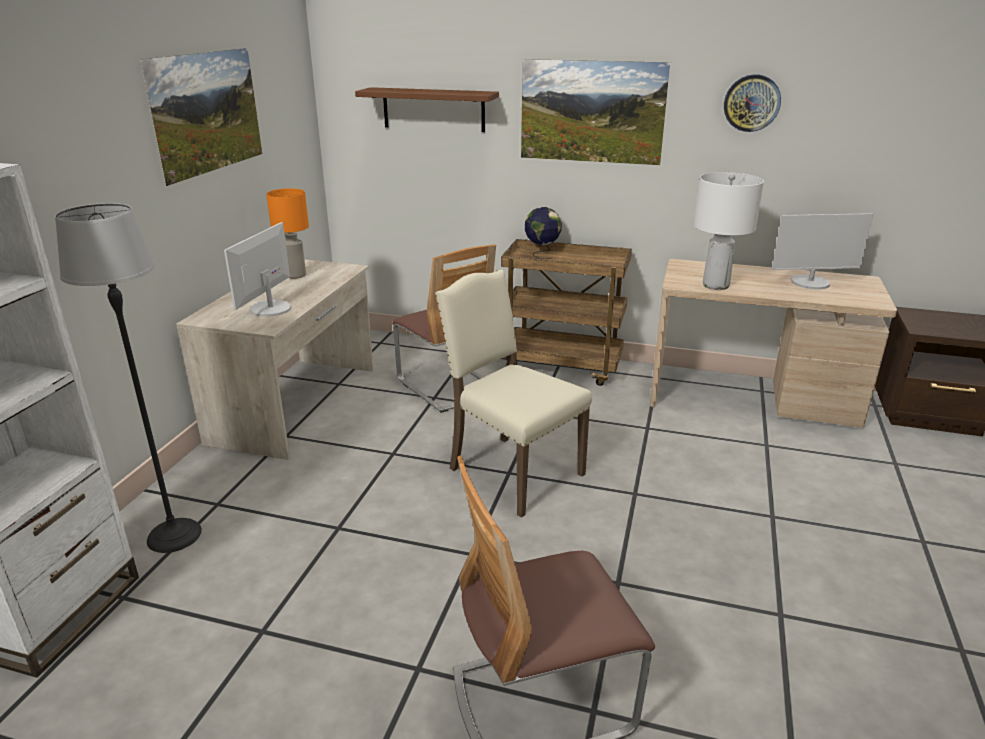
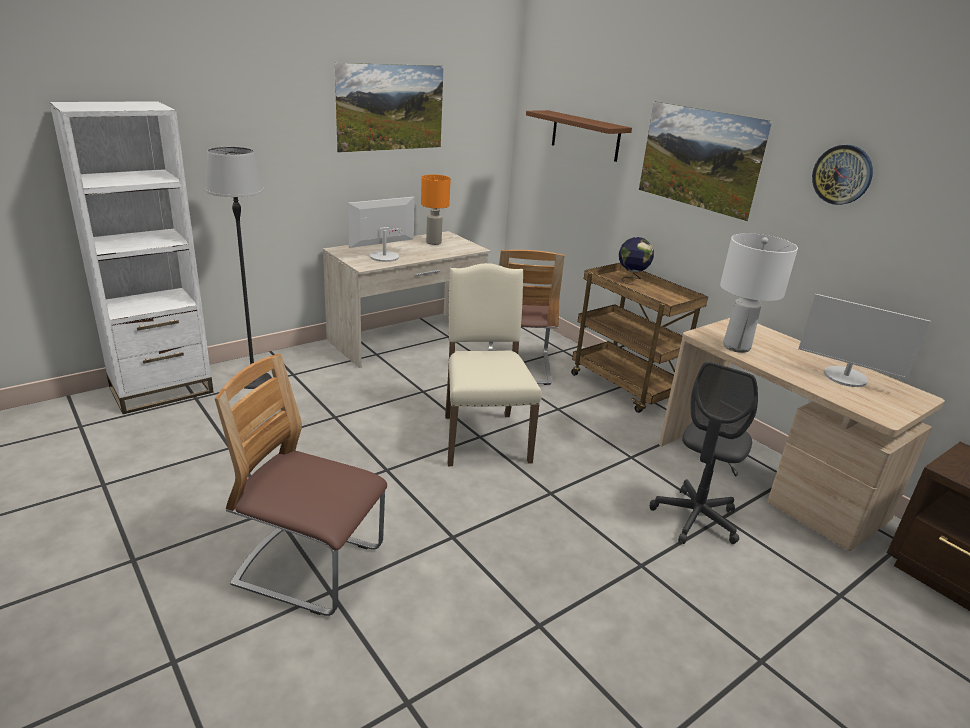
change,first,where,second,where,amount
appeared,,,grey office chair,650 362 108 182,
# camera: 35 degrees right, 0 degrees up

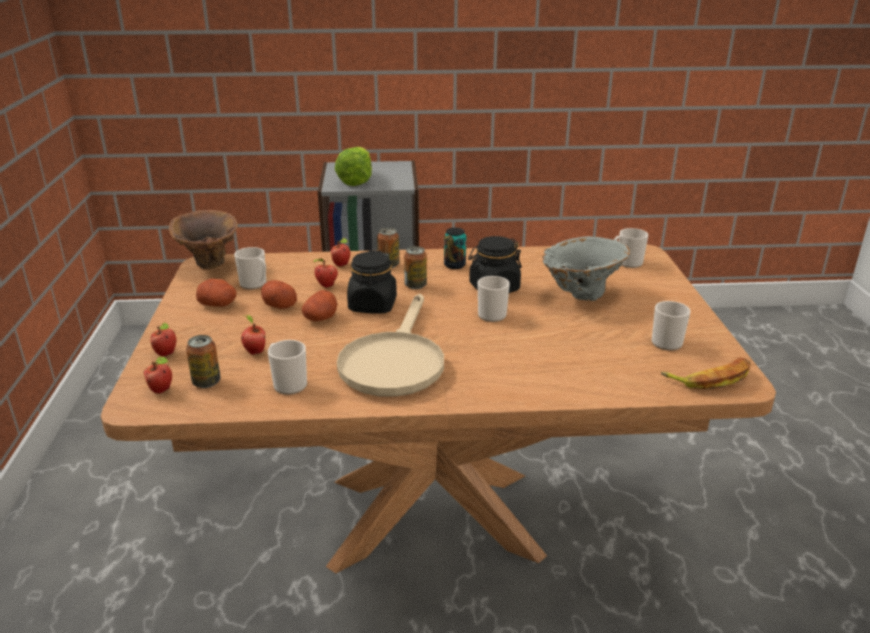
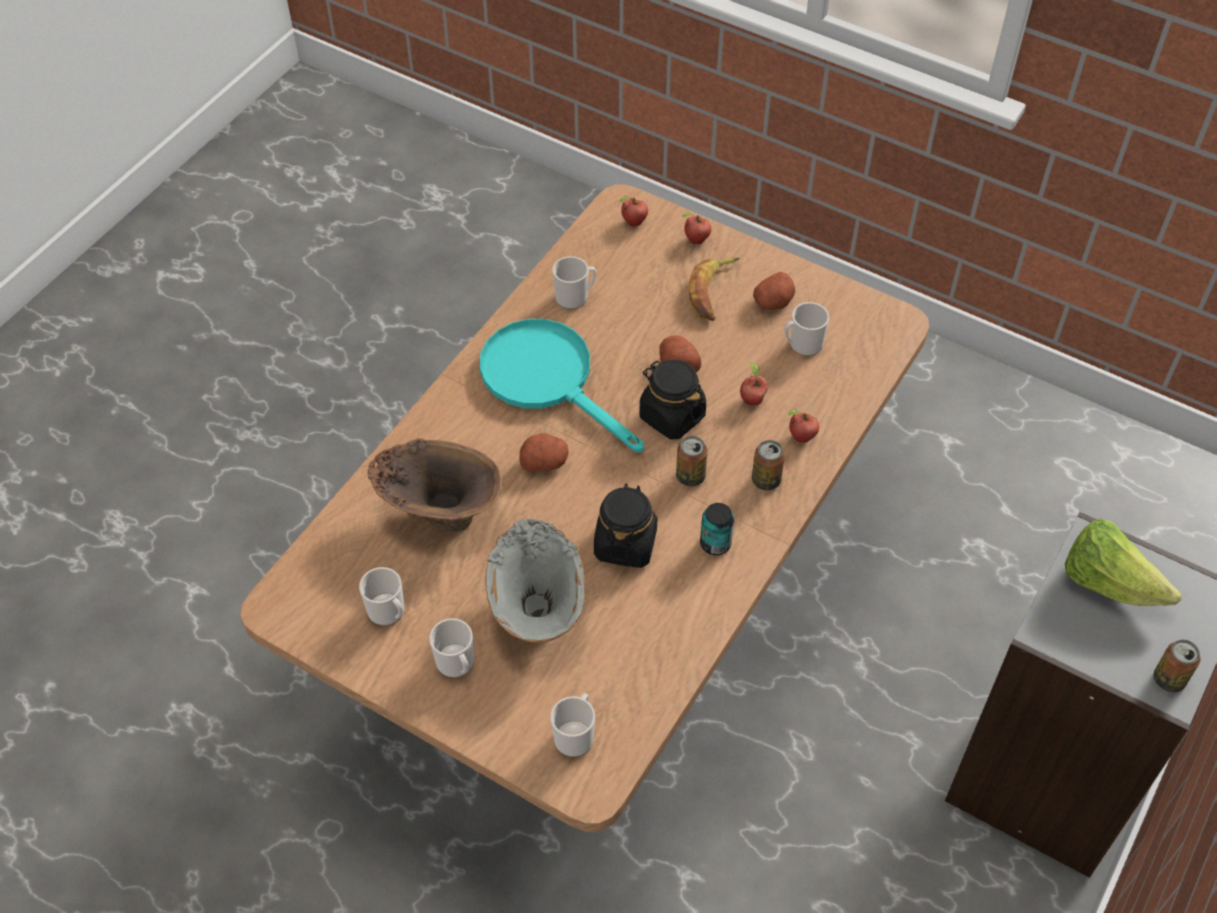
change,first,where,second,where,amount
relocated,brown vase,169 210 69 59,,368 438 134 94,
relocated,mug,477 276 33 46,,429 618 45 60,
colour,beige frying pan,337 294 107 103,turquoise frying pan,479 319 165 133,
relocated,potato,261 280 36 29,,519 433 49 38,
relocated,banana,661 357 90 32,,689 257 51 64,
relocated,can,186 335 35 53,,1154 640 47 52,
missing,apple,241 315 24 40,,,
# camera: 125 degrees right, 25 degrees up

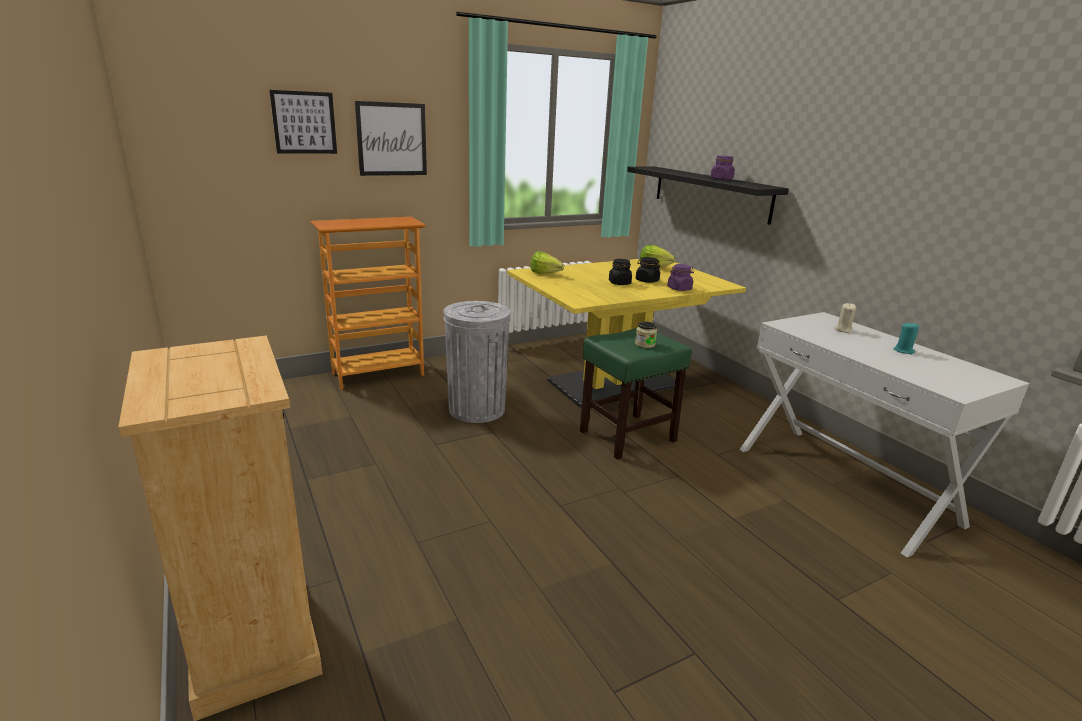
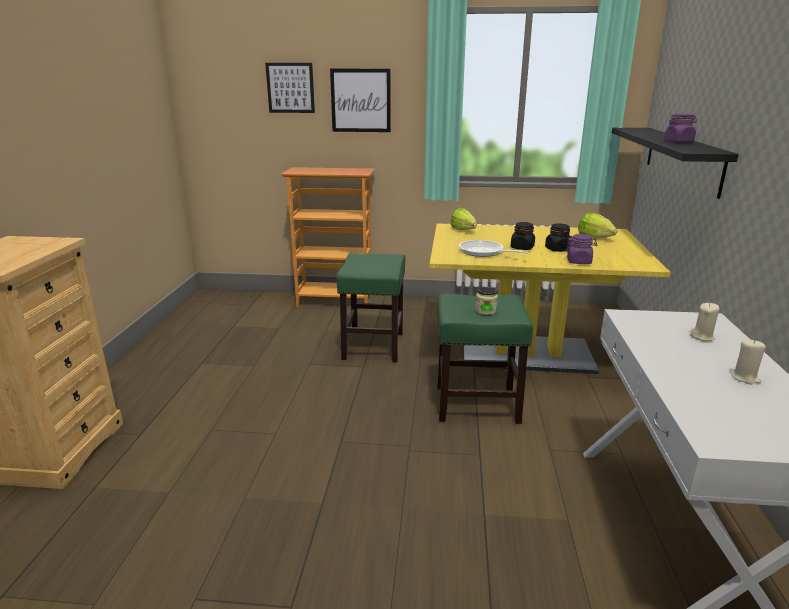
change,first,where,second,where,amount
exchanged,grey trash can,443 301 68 122,green stool,336 253 70 110,
appeared,,,frying pan,459 240 69 17,
colour,turquoise candle,893 323 26 31,beige candle,730 339 36 45,
# camera: 35 degrees right, 0 degrees up

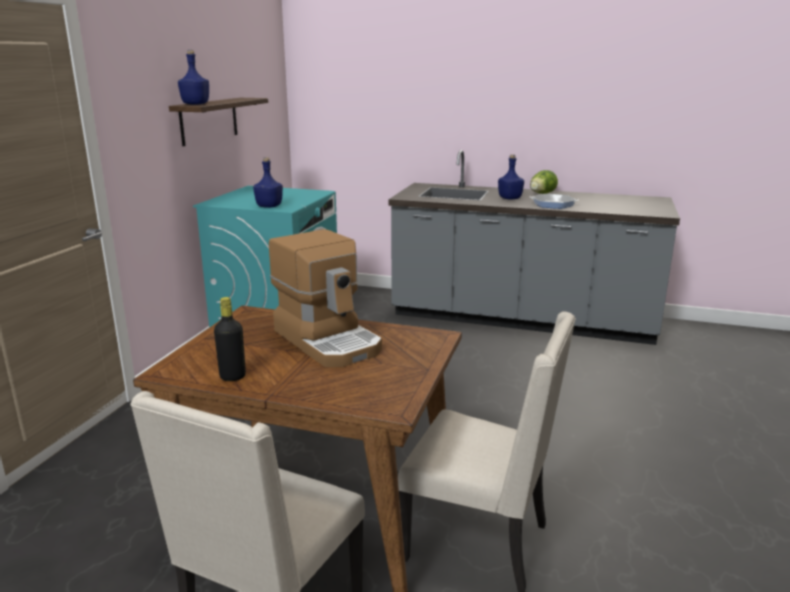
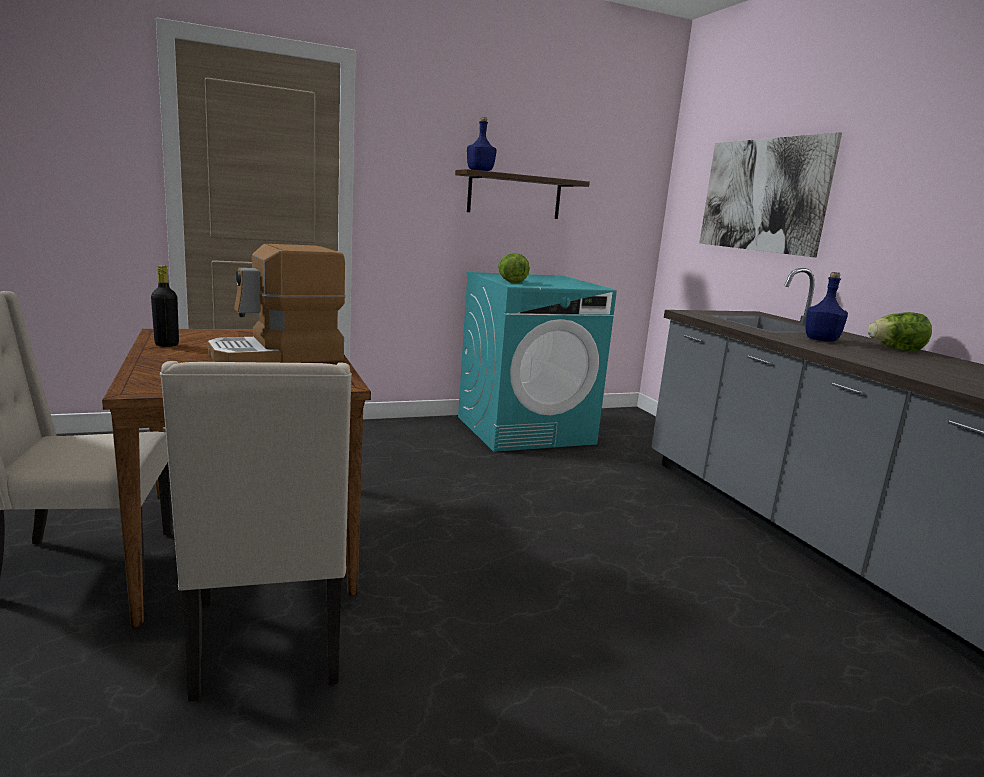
change,first,where,second,where,amount
spun,coffee machine,269 229 113 138,,207 244 139 119,45 degrees clockwise
exchanged,blue bottle,253 157 30 51,lettuce,498 253 32 30,
appeared,,,picture,699 132 143 125,
missing,frying pan,530 194 49 15,,,
# camera: 50 degrees right, 5 degrees down

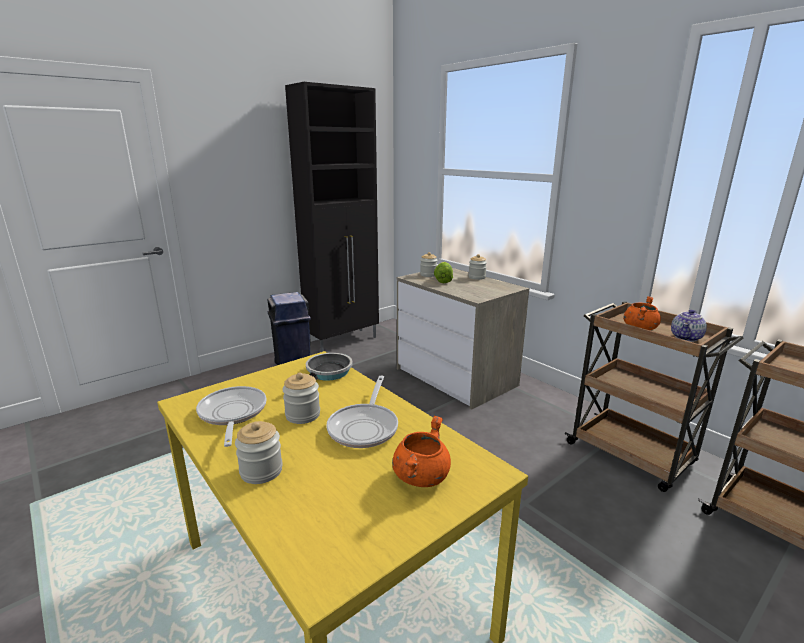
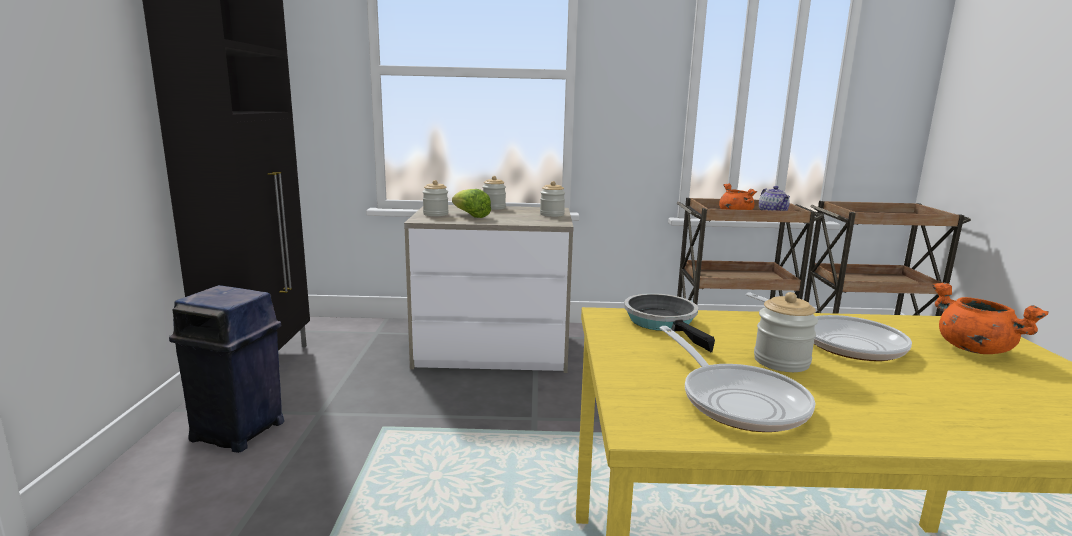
change,first,where,second,where,amount
relocated,jar,235 421 48 63,,540 181 25 36,
spun,frying pan,196 386 71 61,,660 326 155 106,135 degrees counterclockwise
# camera: 50 degrees left, 5 degrees down

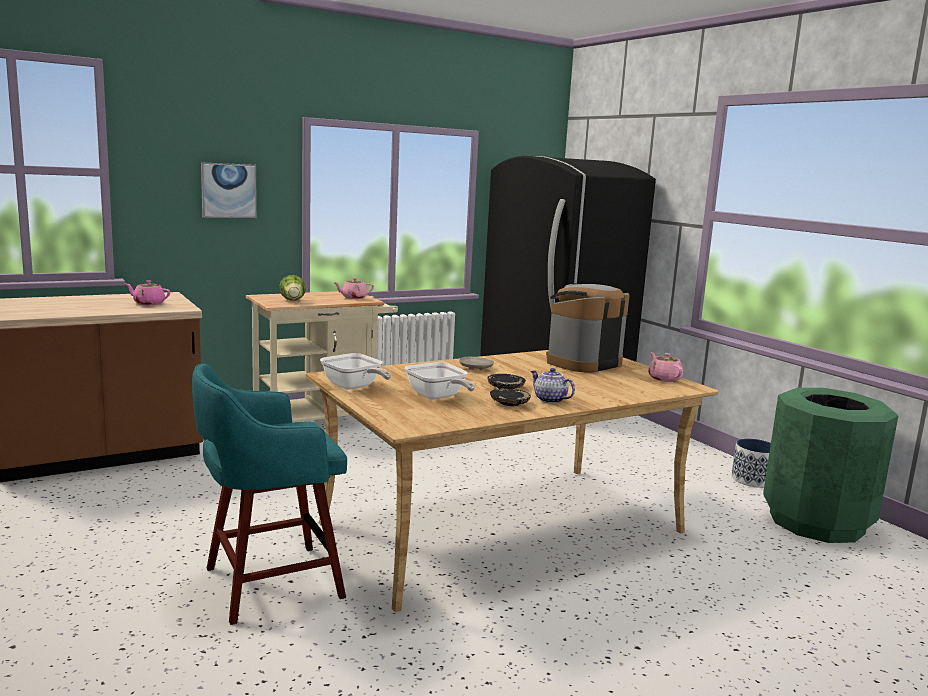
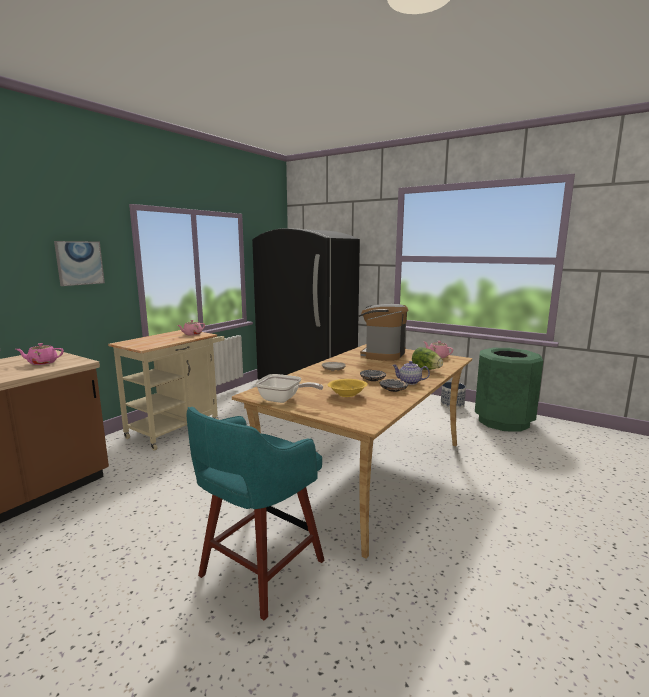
change,first,where,second,where,amount
exchanged,frying pan,405 362 70 38,yellow bowl,328 379 40 18,
relocated,lettuce,279 275 27 26,,412 347 31 23,
# camera: 25 degrees left, 0 degrees up

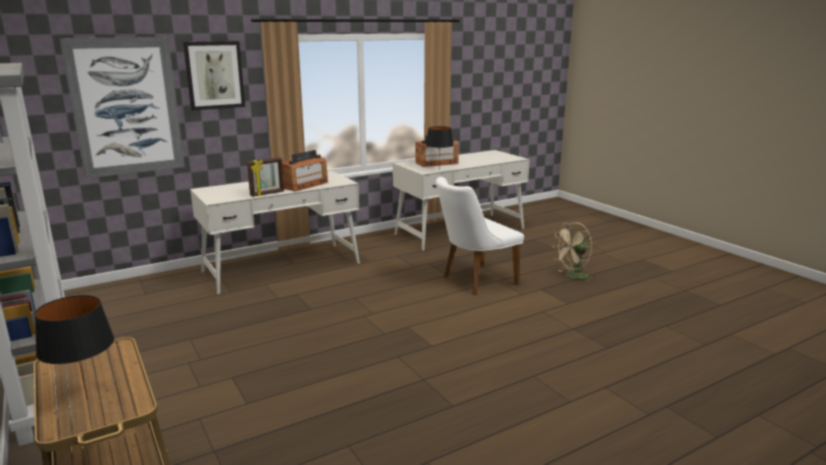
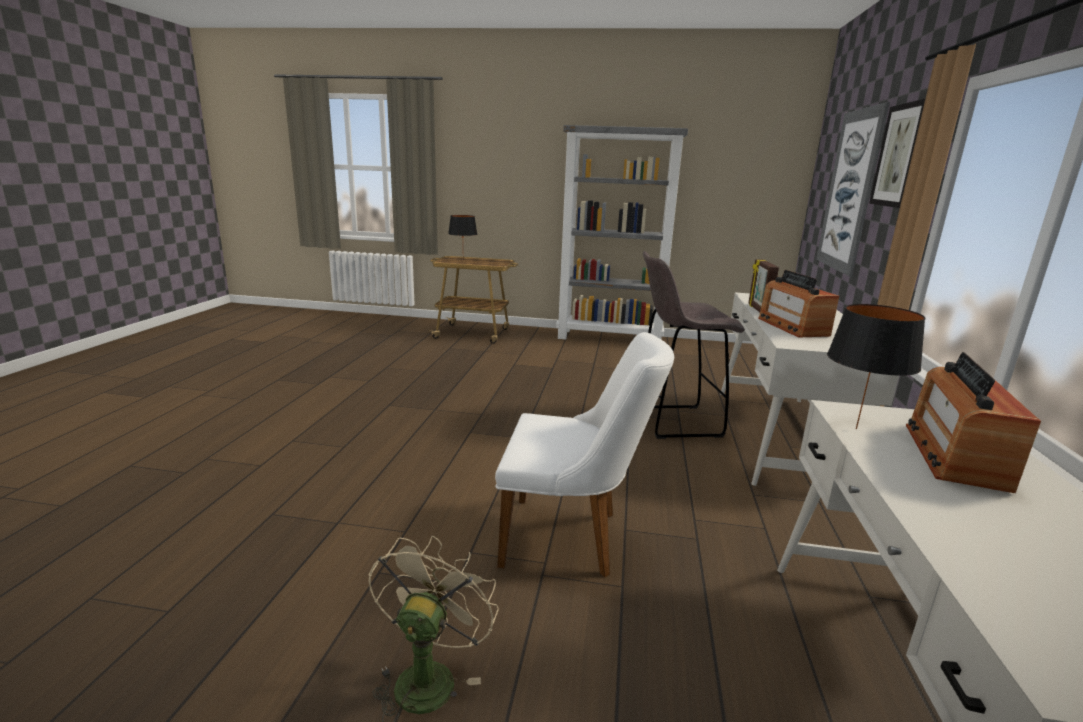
change,first,where,second,where,amount
spun,white chair,436 177 88 118,,495 332 179 246,90 degrees clockwise
appeared,,,grey stool,643 251 102 188,
# camera: 130 degrees right, 0 degrees up

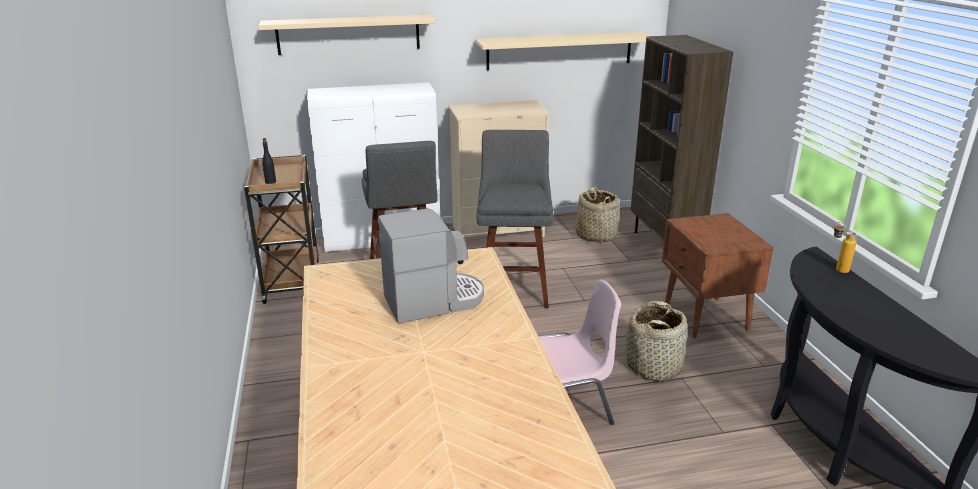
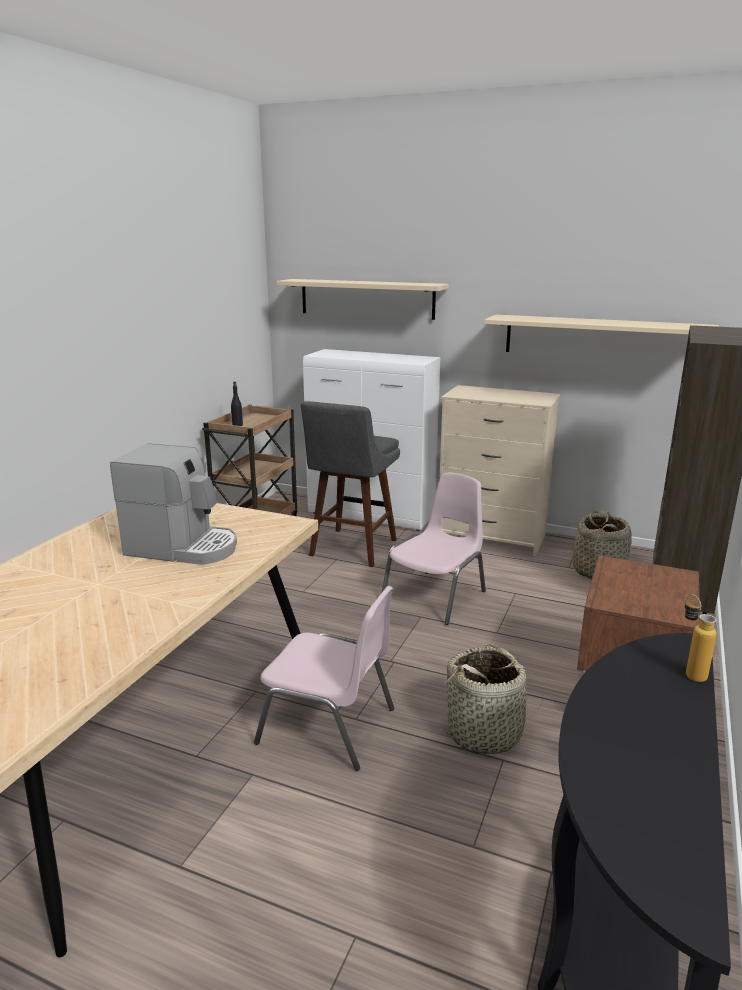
change,first,where,second,where,amount
exchanged,grey stool,476 130 78 179,pink chair,382 473 104 152,
# camera: 35 degrees right, 5 degrees down

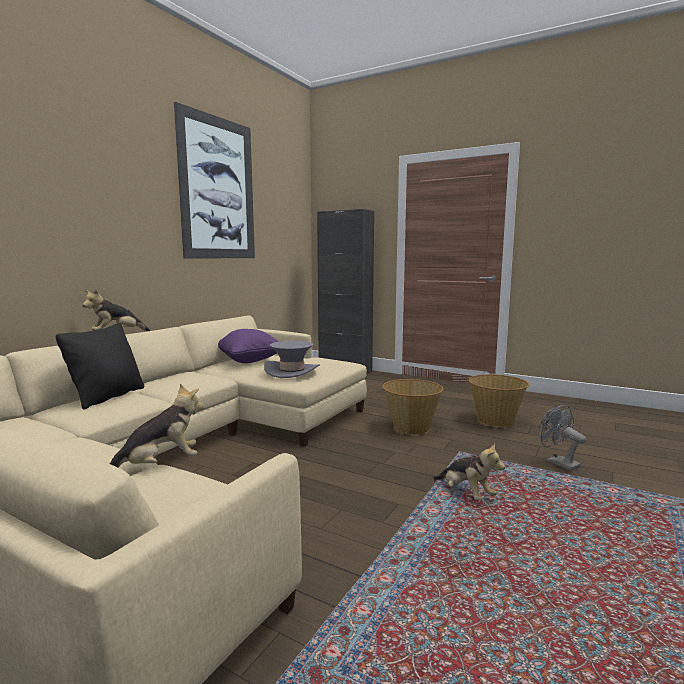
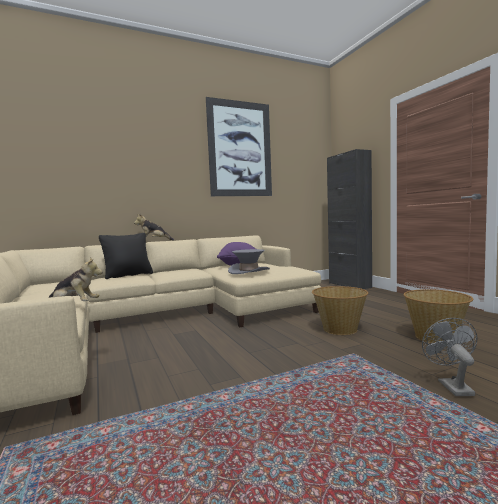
change,first,where,second,where,amount
missing,plush toy,433 442 72 58,,,
# camera: 35 degrees right, 5 degrees down

